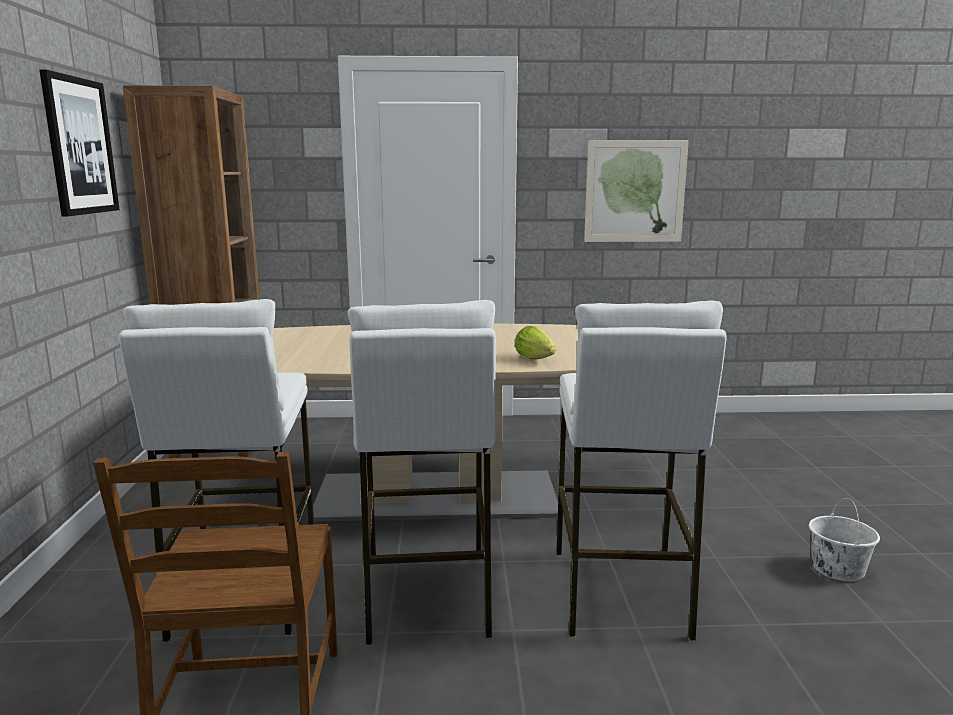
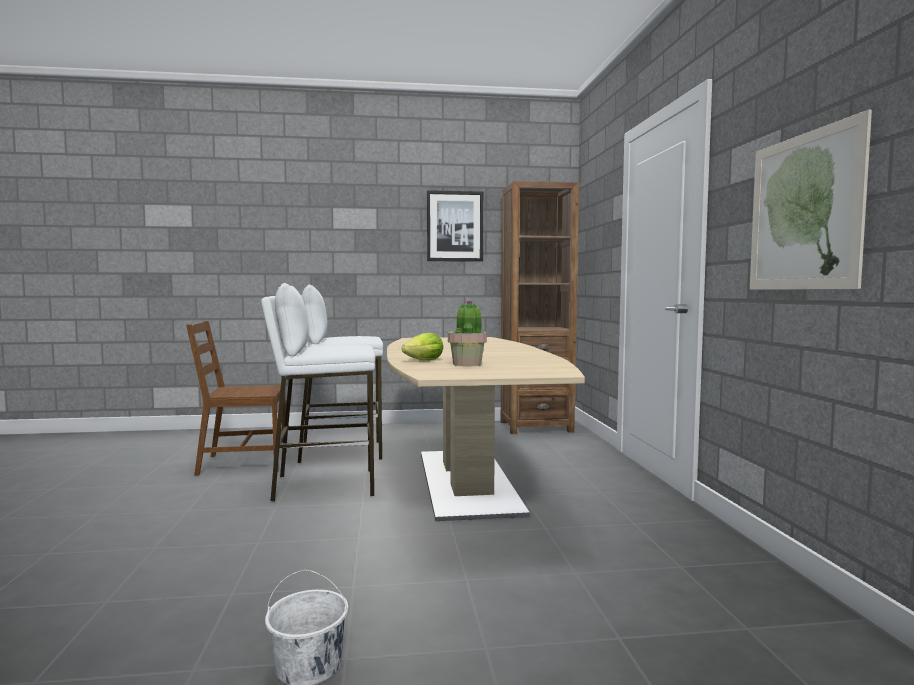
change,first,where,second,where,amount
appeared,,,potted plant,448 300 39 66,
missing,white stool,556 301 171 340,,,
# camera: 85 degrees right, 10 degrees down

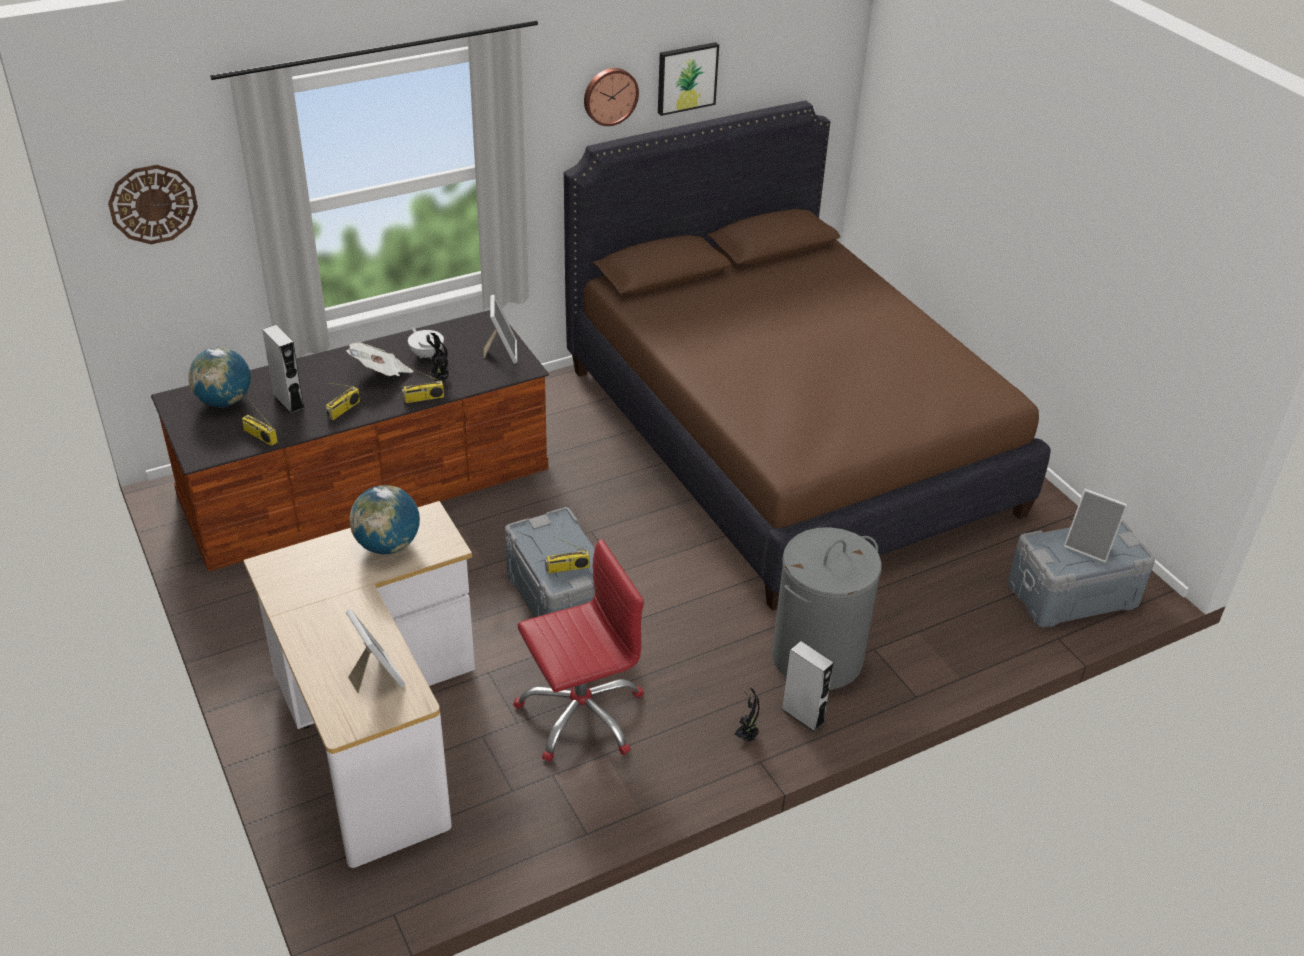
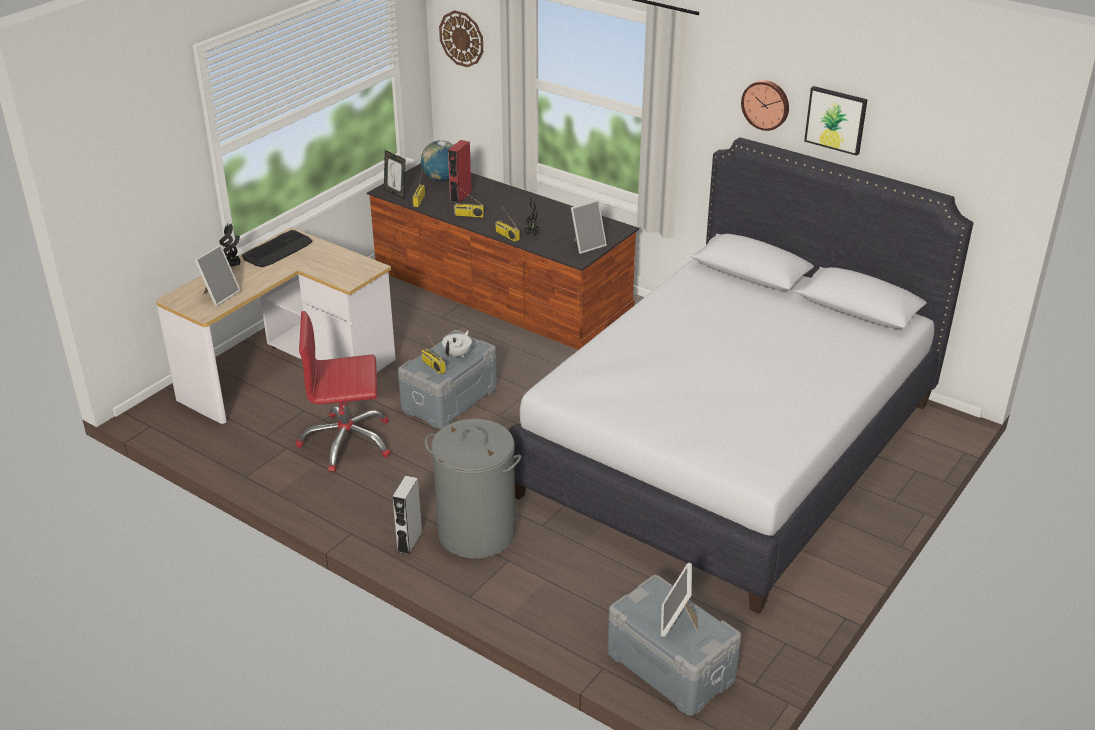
change,first,where,second,where,amount
relocated,potted plant,734 688 26 54,,219 223 22 44,
appeared,,,keyboard,242 230 70 37,
spun,red office chair,513 539 131 223,,296 311 95 161,135 degrees clockwise
appeared,,,picture frame,384 150 21 49,
relocated,white teapot,408 327 36 32,,442 331 30 27,
colour,grey speaker,262 325 42 89,red speaker,448 140 24 64,
colour,brown bed,564 101 487 509,white bed,508 137 465 477,
missing,newspaper,346 342 68 34,,,
missing,globe,350 485 70 69,,,
# camera: 65 degrees right, 5 degrees down

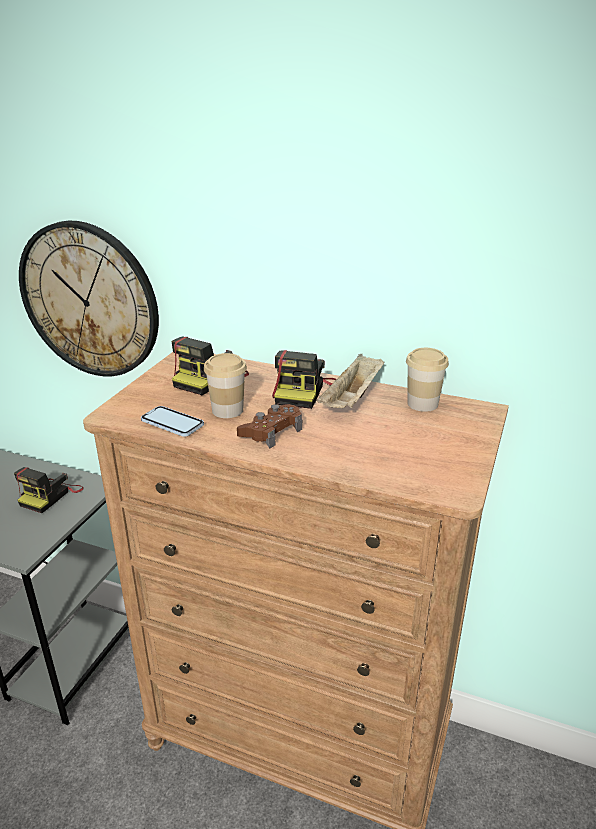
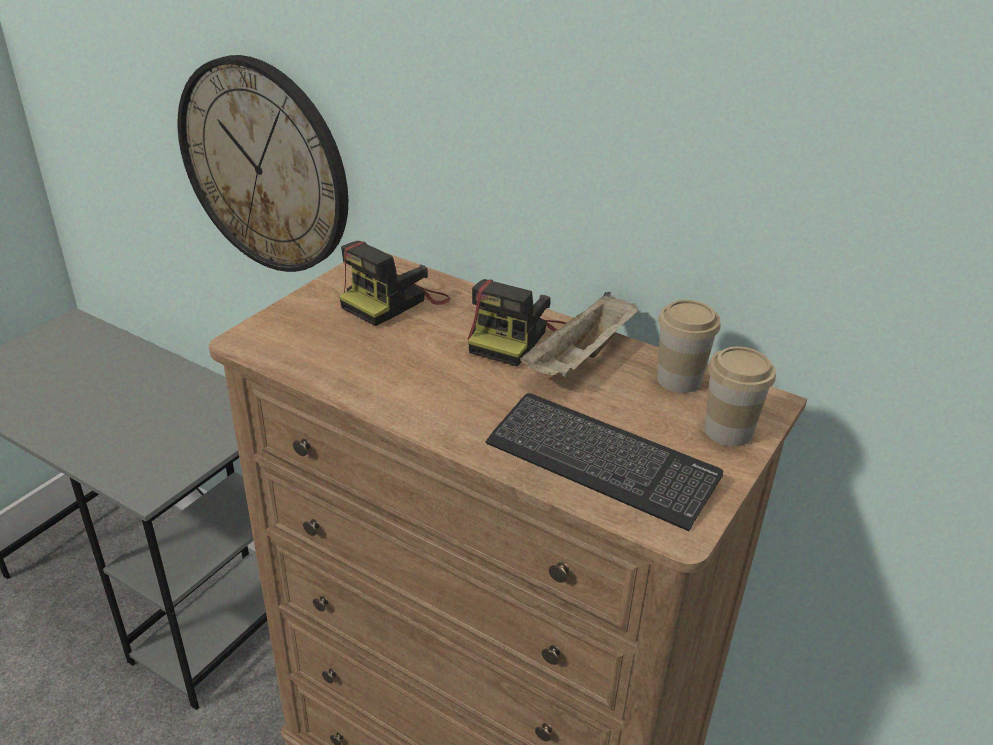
change,first,where,second,where,amount
appeared,,,keyboard,486 393 237 138,
relocated,cup,204 353 43 65,,705 347 71 99,
missing,photo camera,14 467 70 46,,,
missing,phone,141 406 63 31,,,
missing,brown game controller,237 404 65 44,,,
# camera: 10 degrees right, 5 degrees up

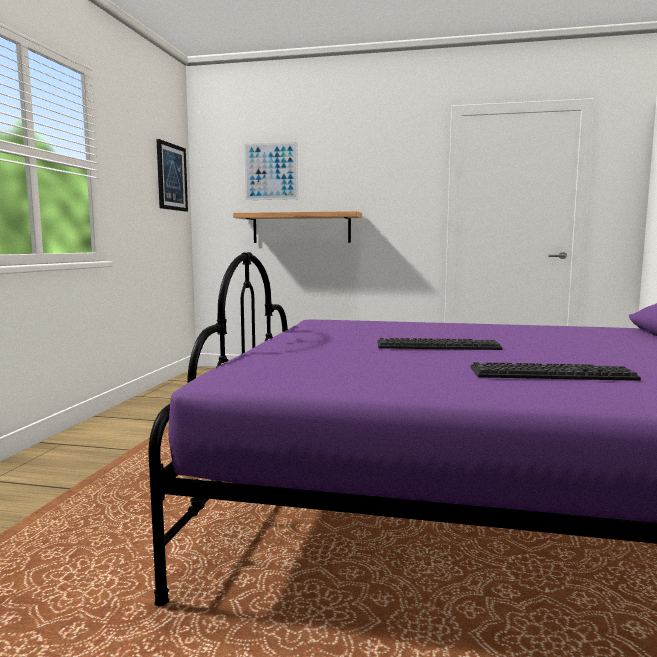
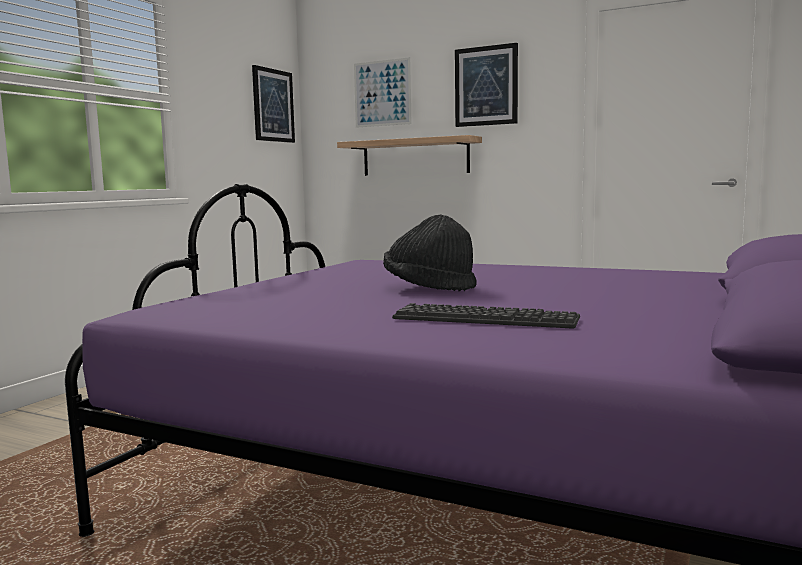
change,first,where,second,where,amount
exchanged,keyboard,377 338 126 12,black hat,383 214 94 77,
appeared,,,picture,455 43 63 84,
# camera: 15 degrees right, 0 degrees up

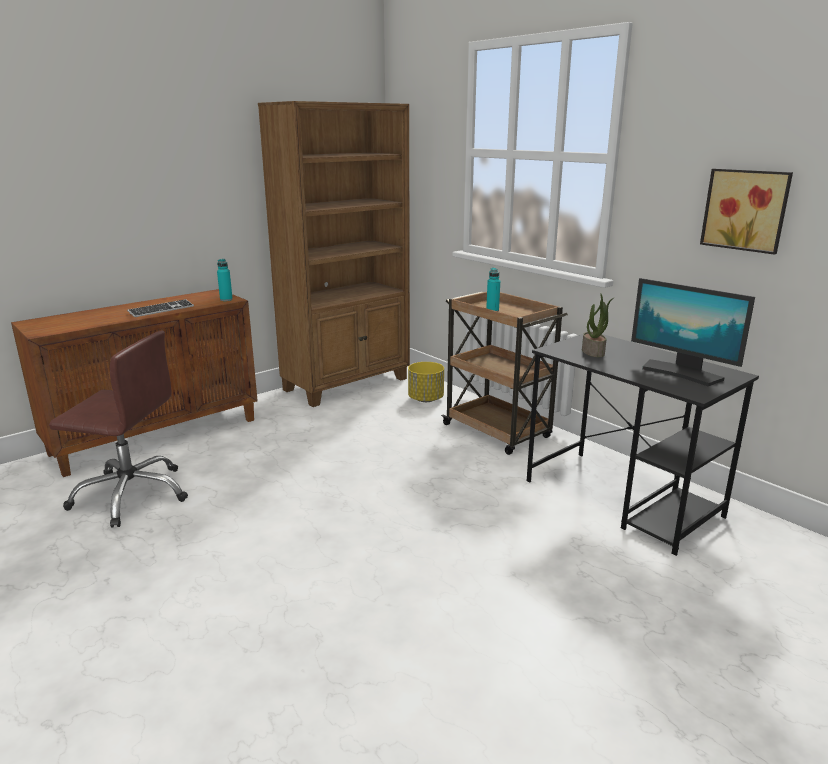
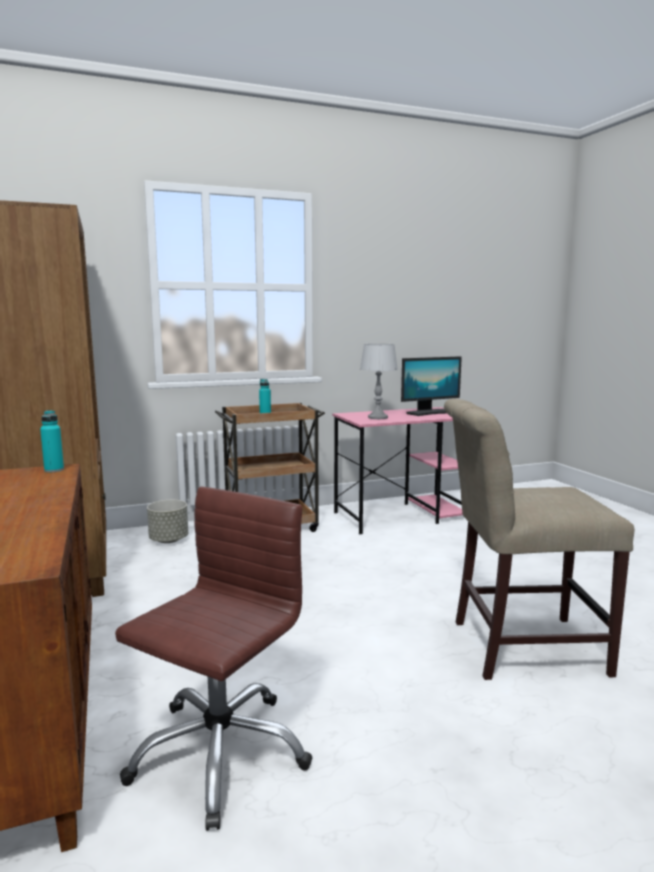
change,first,where,second,where,amount
colour,yellow planter,408 362 36 40,grey planter,147 500 41 43,
colour,black desk,526 331 233 225,pink desk,332 407 131 127,
exchanged,potted plant,582 294 33 63,grey table lamp,360 344 38 75,
appeared,,,beige chair,444 398 191 282,
missing,keyboard,127 299 67 18,,,
missing,picture,700 168 93 87,,,
# camera: 70 degrees left, 10 degrees down

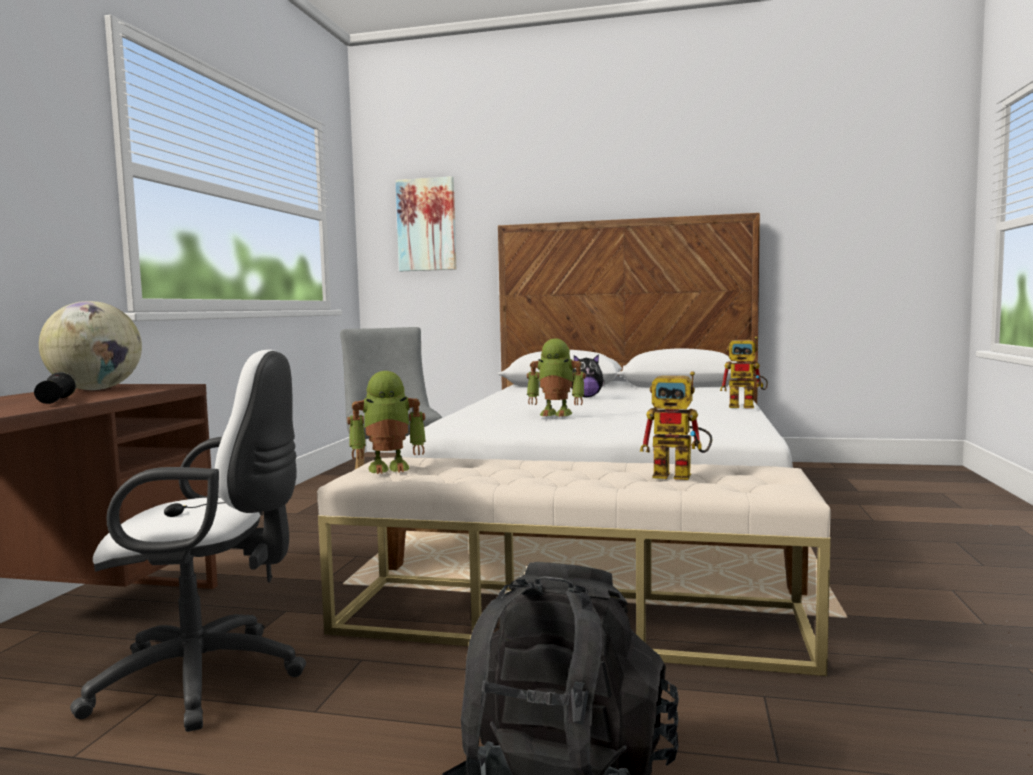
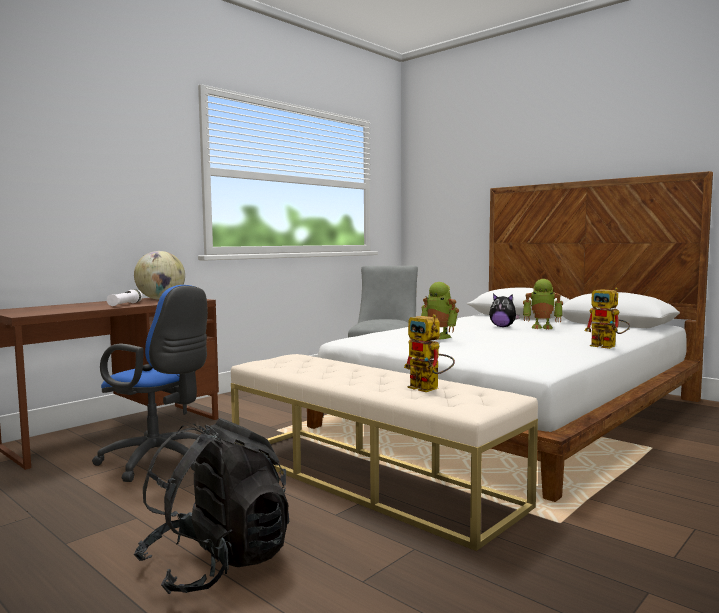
change,first,where,second,where,amount
colour,white office chair,70 350 236 382,blue office chair,92 285 116 197,
colour,black flashlight,34 372 43 32,white flashlight,107 289 36 17,
relocated,toy robot,347 371 79 103,,523 279 40 51,
missing,picture,395 176 61 95,,,
# camera: 30 degrees right, 0 degrees up

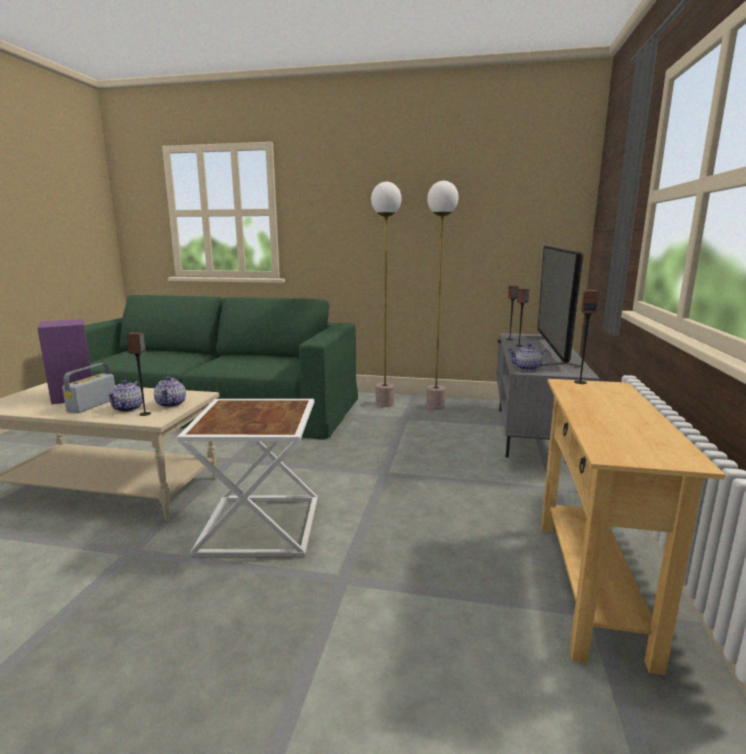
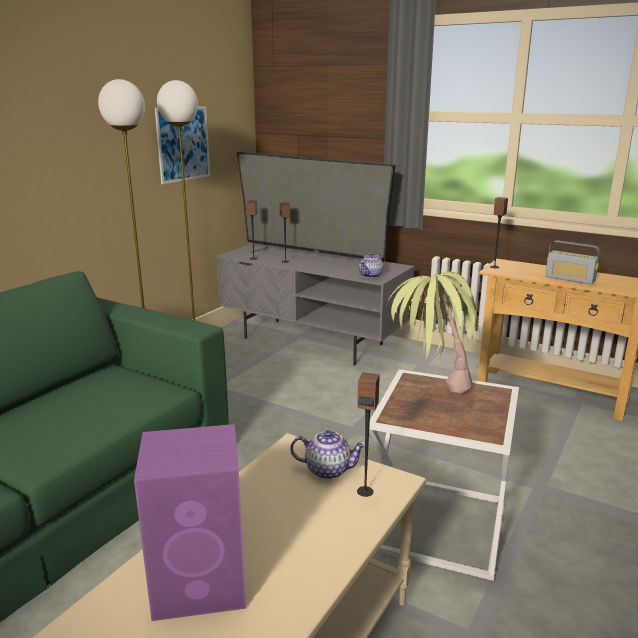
change,first,where,second,where,amount
appeared,,,picture,155 106 55 78,
appeared,,,potted plant,386 272 93 122,
relocated,radio,62 363 53 50,,545 241 55 44,
missing,teapot,107 380 36 32,,,
# camera: 70 degrees left, 5 degrees up

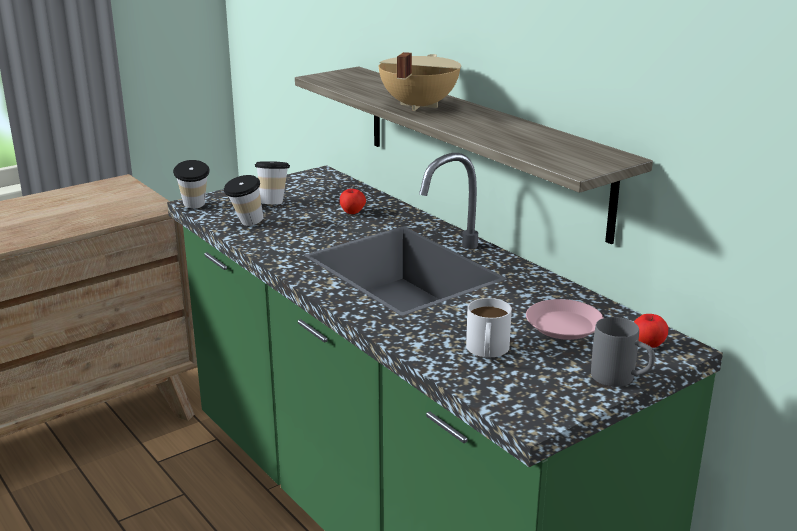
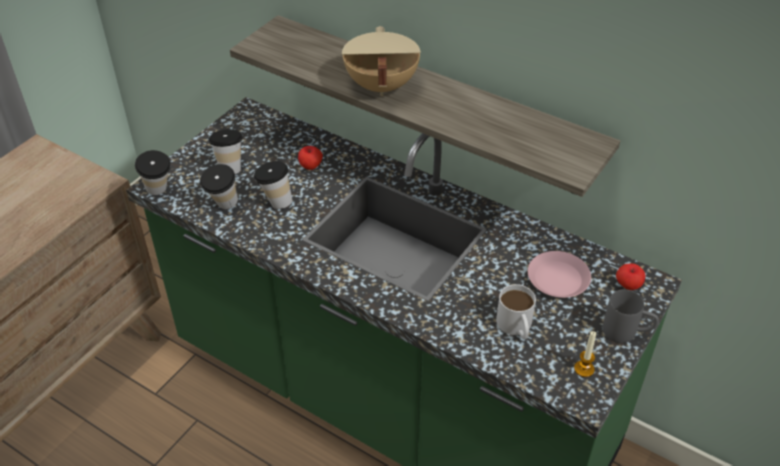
change,first,where,second,where,amount
appeared,,,cup,254 161 38 48,
appeared,,,candle,574 331 22 46,
# camera: 20 degrees left, 20 degrees up

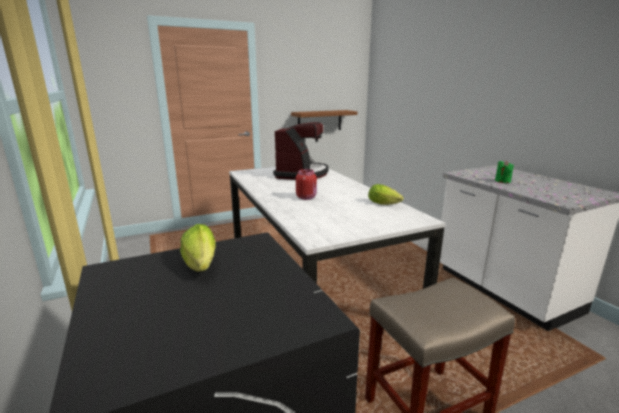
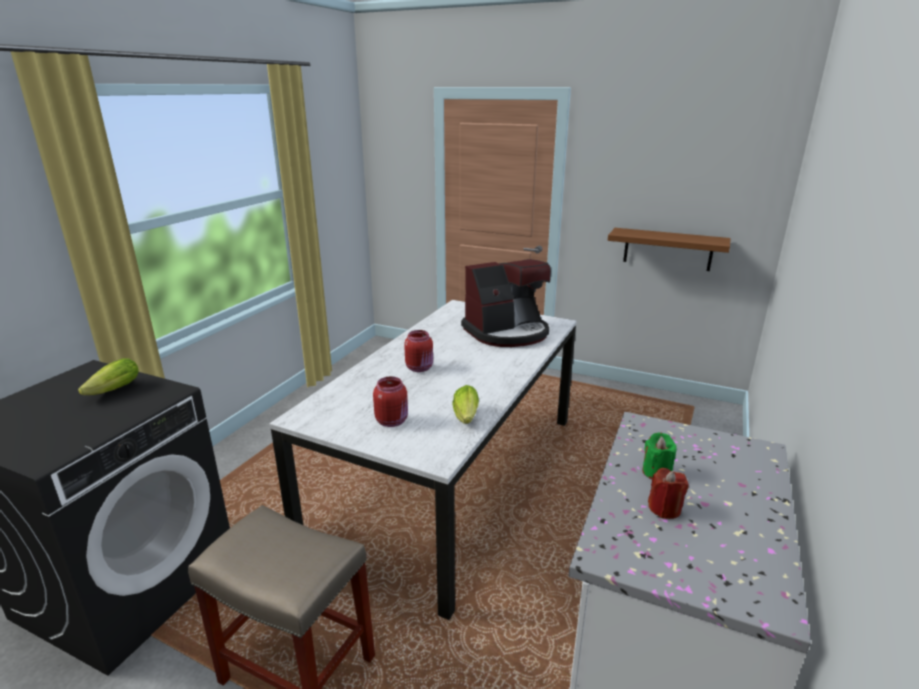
change,first,where,second,where,amount
appeared,,,red jar,373 376 35 51,
appeared,,,red candle,648 468 41 51,
# camera: 50 degrees right, 5 degrees up

